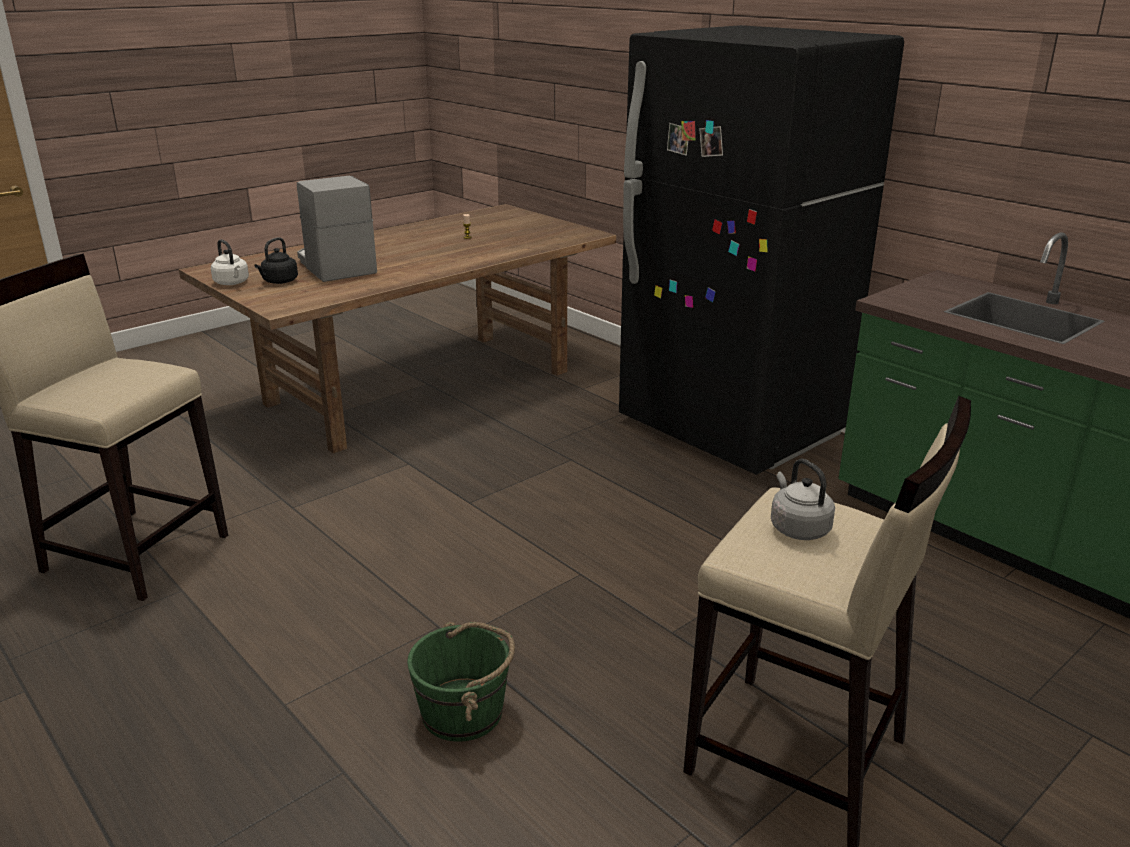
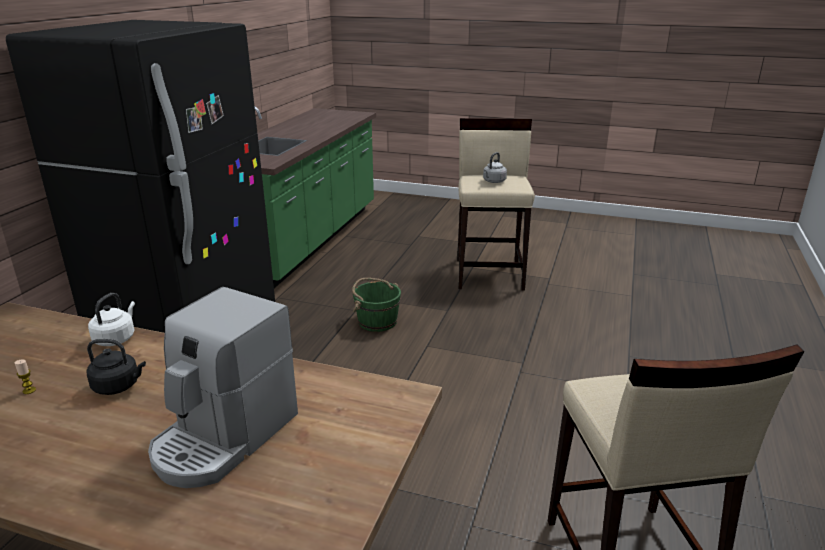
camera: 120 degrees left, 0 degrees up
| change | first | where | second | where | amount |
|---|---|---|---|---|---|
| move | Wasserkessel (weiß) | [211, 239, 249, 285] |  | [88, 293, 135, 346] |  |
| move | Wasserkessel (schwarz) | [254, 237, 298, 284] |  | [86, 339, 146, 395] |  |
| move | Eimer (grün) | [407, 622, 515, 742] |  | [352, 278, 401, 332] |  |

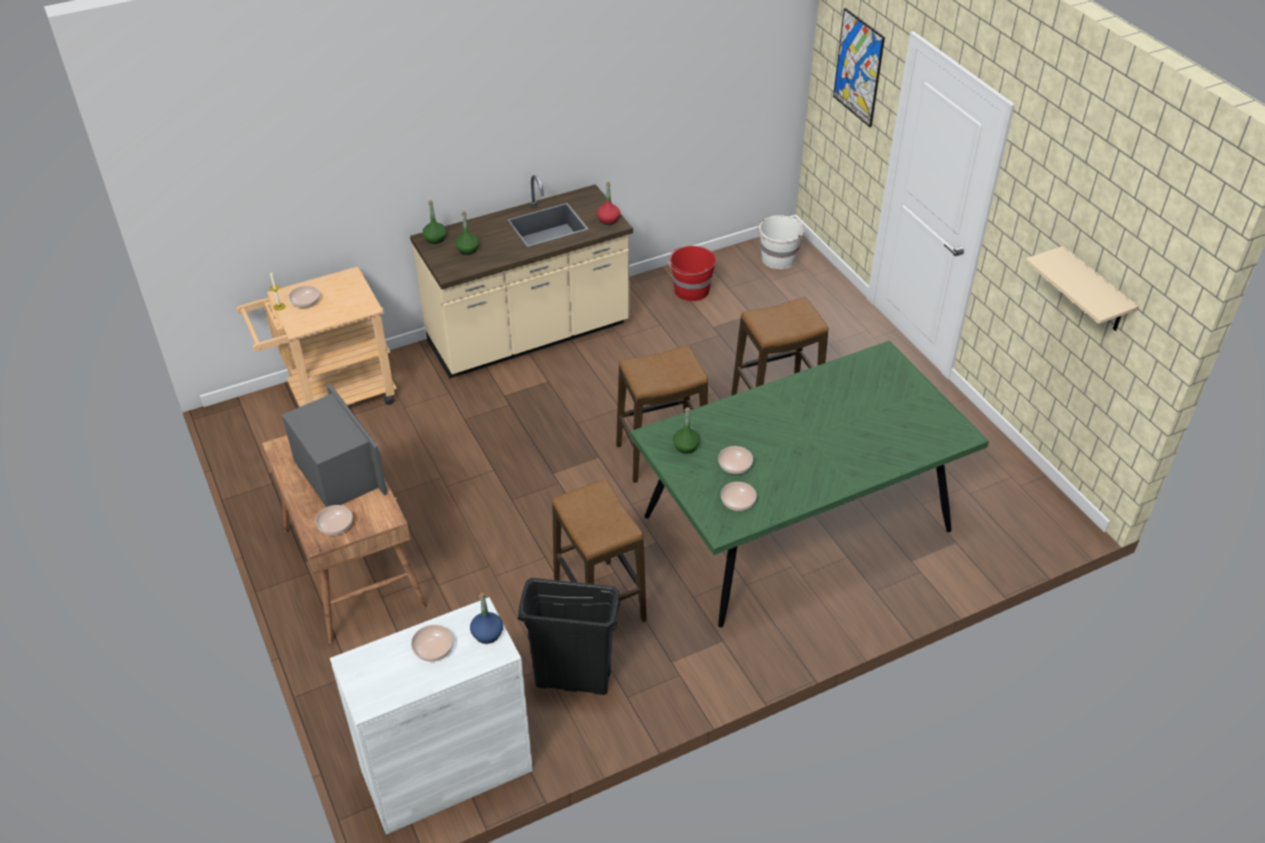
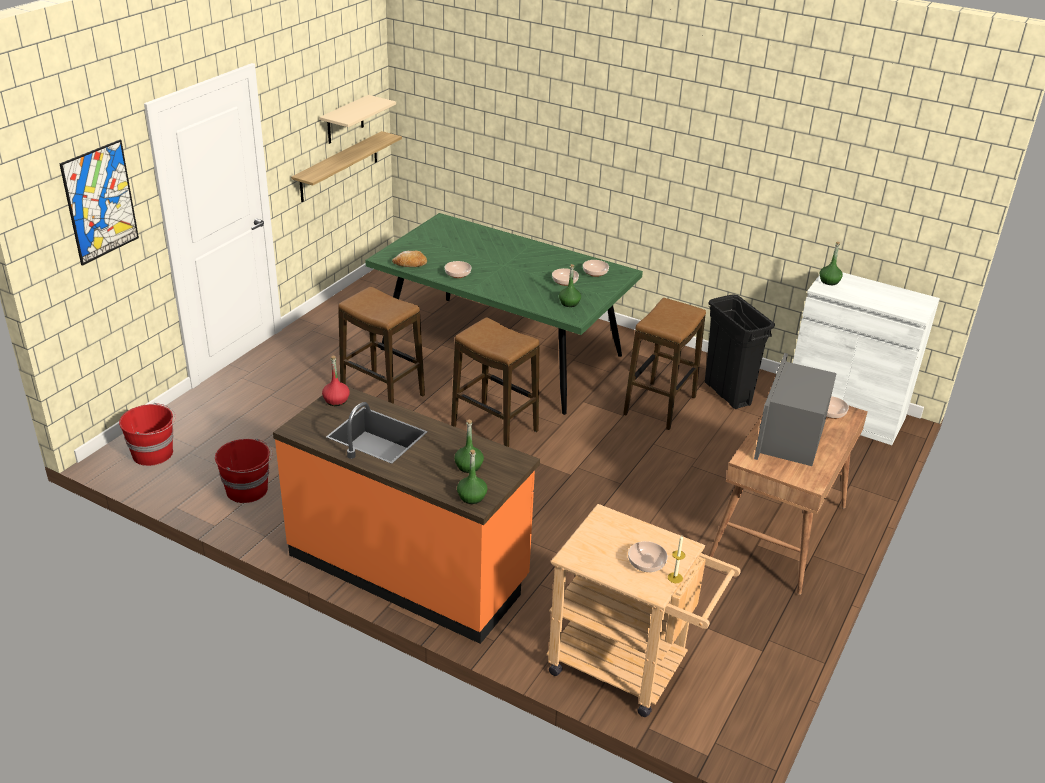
camera: 125 degrees left, 10 degrees down
| change | first | where | second | where | amount |
|---|---|---|---|---|---|
| recolor | Küchenzeile (beige) | [410, 175, 633, 379] | Küchenzeile (orange) | [273, 386, 540, 644] |  |
| move | Schüssel | [411, 625, 453, 662] |  | [445, 261, 471, 278] |  |
| recolor | Flasche (blau) | [470, 593, 503, 644] | Flasche (grün) | [820, 242, 843, 285] |  |
| recolor | Eimer (weiß) | [757, 215, 804, 269] | Eimer (rot) | [119, 403, 176, 466] |  |
| insert |  |  | Wandregal | [291, 131, 402, 202] |  |
| insert |  |  | Brot | [392, 251, 427, 267] |  |

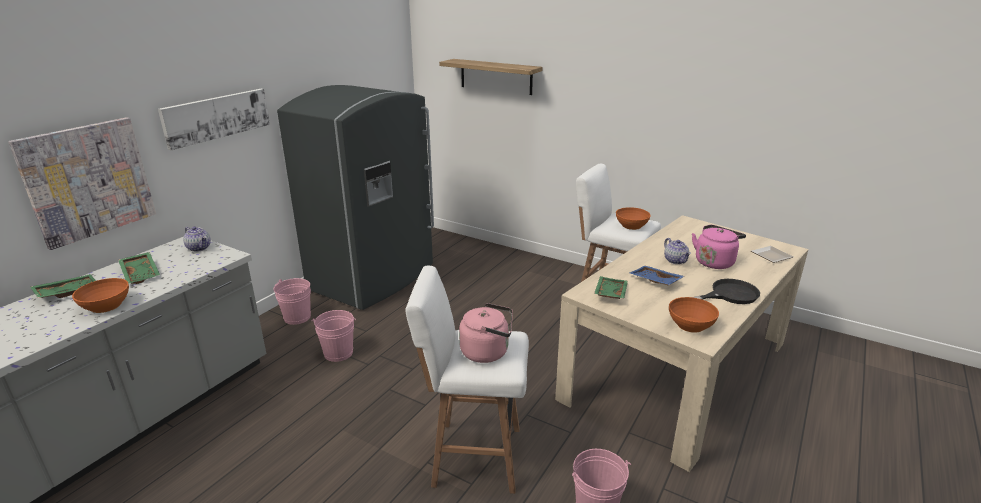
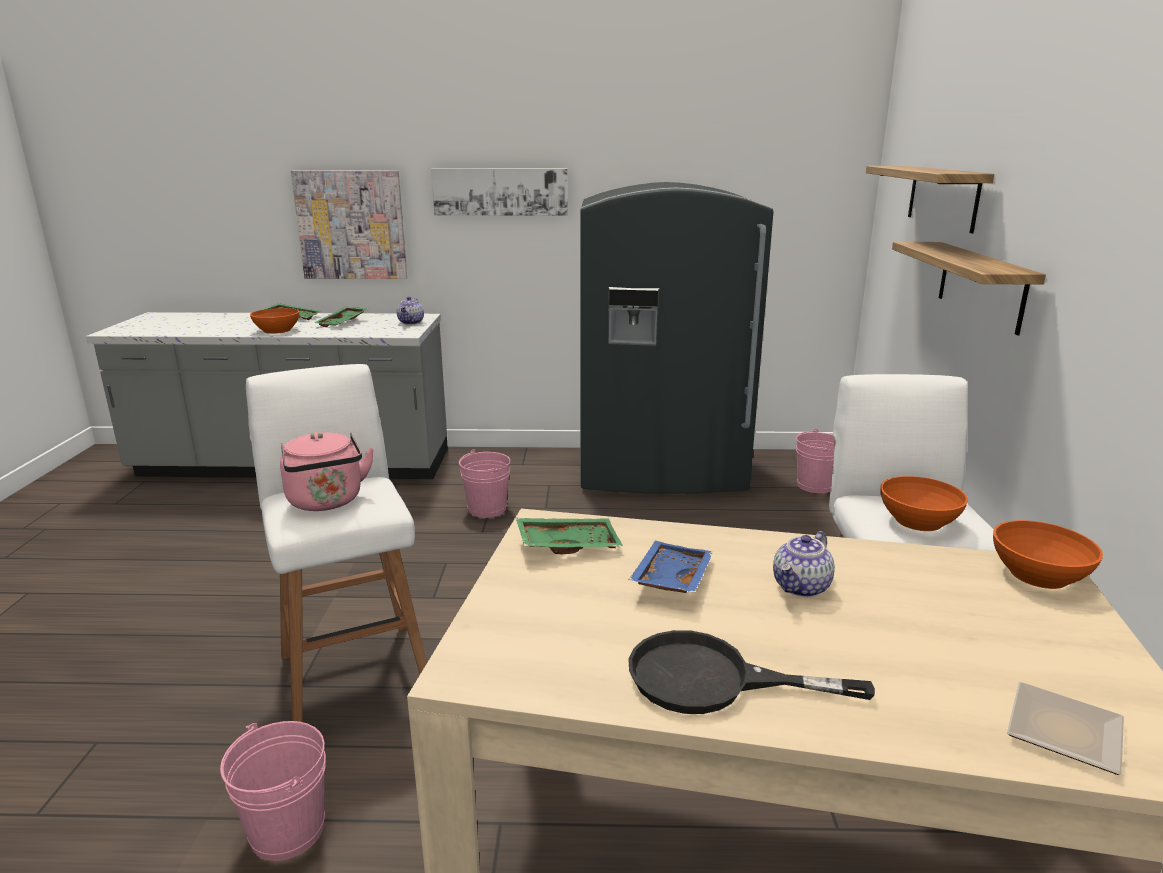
camera: 60 degrees right, 5 degrees down
| change | first | where | second | where | amount |
|---|---|---|---|---|---|
| move | Eimer (rosa) | [274, 278, 311, 325] |  | [796, 429, 835, 493] |  |
| move | Schüssel (orange) | [669, 297, 719, 333] |  | [993, 520, 1103, 589] |  |
| delete | Wasserkessel (rosa) | [692, 225, 746, 269] |  |  |  |
| rotate | Pfanne (schwarz) | [693, 279, 760, 304] |  | [628, 630, 875, 714] | 150 degrees clockwise |
| insert |  |  | Wandregal | [892, 242, 1046, 335] |  |

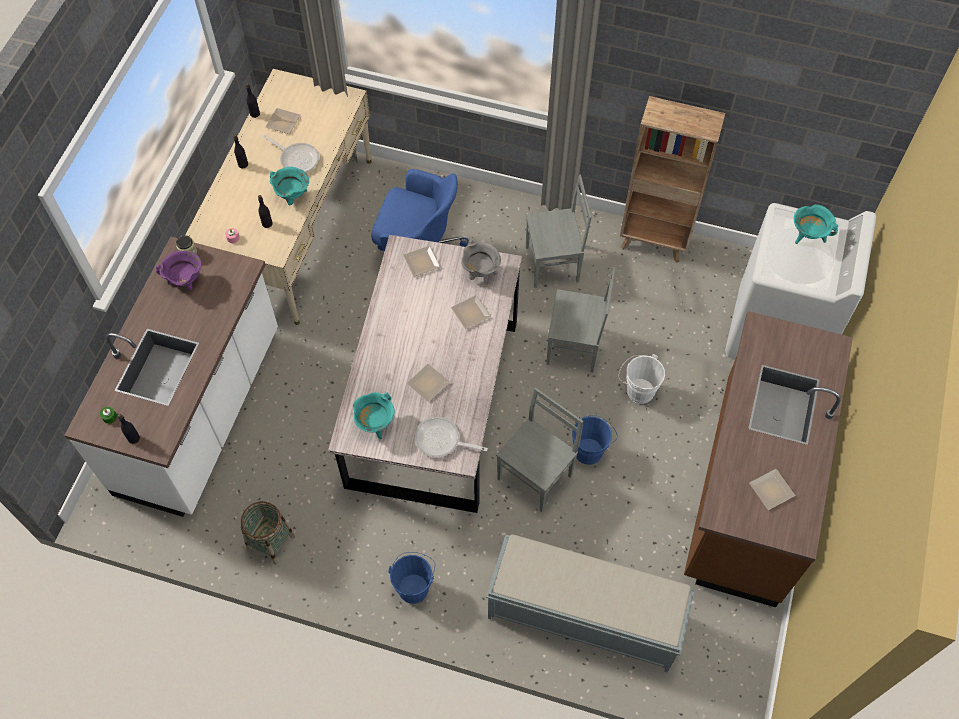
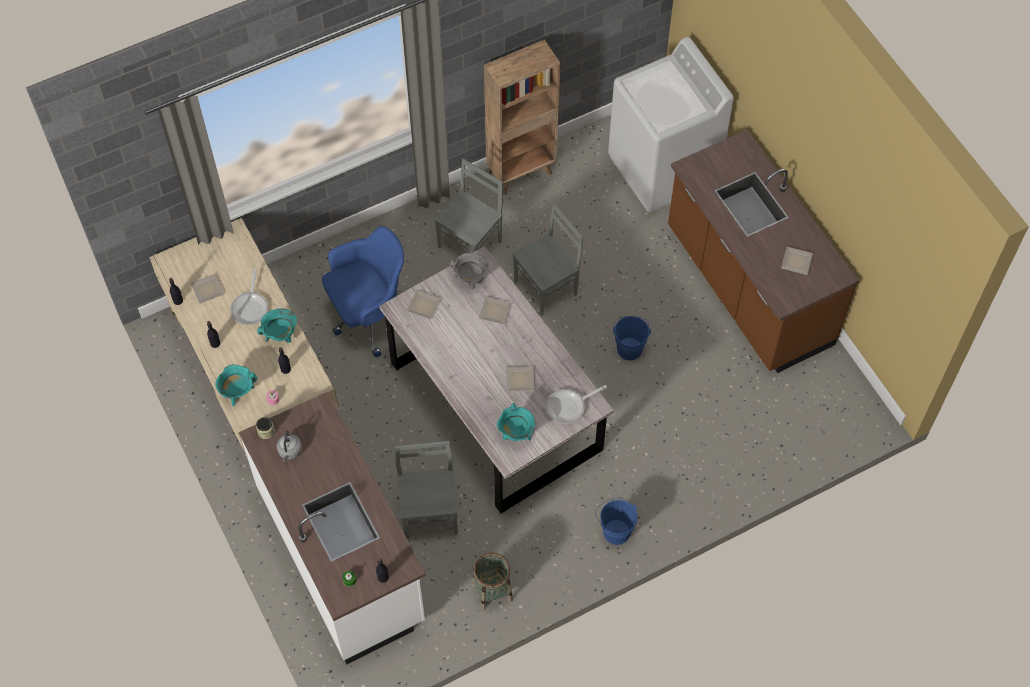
camera: 45 degrees left, 0 degrees up
| change | first | where | second | where | amount |
|---|---|---|---|---|---|
| replace | Kochtopf (lila) | [156, 250, 202, 291] | Wasserkessel (grau) | [277, 431, 302, 462] |  |
| rotate | Pfanne | [262, 134, 319, 173] |  | [230, 268, 268, 325] | 105 degrees clockwise |
| delete | Bank (grau) | [486, 535, 695, 672] |  |  |  |
| move | Stuhl (grau) | [496, 388, 583, 512] |  | [395, 441, 458, 539] |  |
| delete | Eimer (weiß) | [619, 354, 665, 404] |  |  |  |
| move | Kochtopf (türkis) | [794, 204, 838, 244] |  | [215, 365, 257, 406] |  |

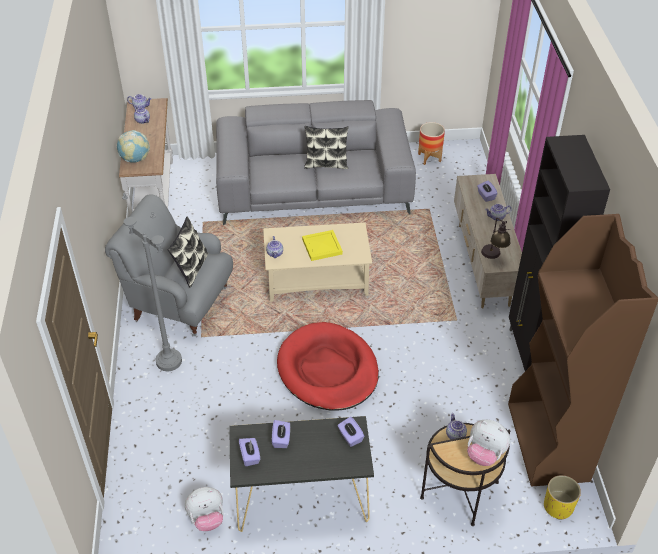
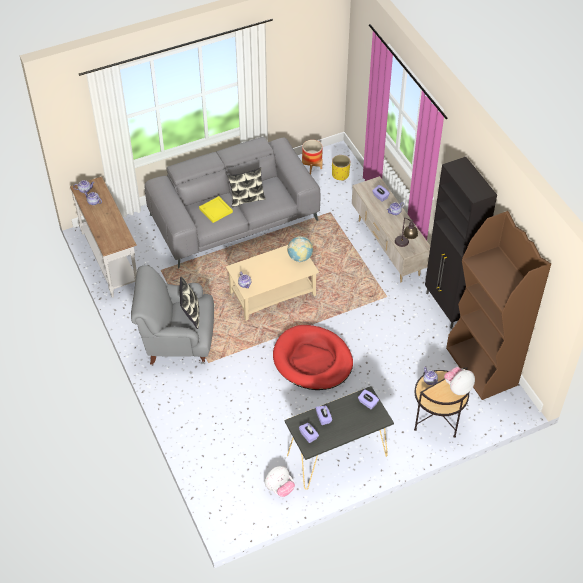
camera: 20 degrees left, 5 degrees up
| change | first | where | second | where | amount |
|---|---|---|---|---|---|
| move | Globus | [117, 130, 150, 163] |  | [287, 236, 313, 262] |  |
| delete | Stehlampe (grau) | [122, 193, 182, 371] |  |  |  |
| move | Tablett (gelb) | [302, 230, 343, 261] |  | [199, 196, 233, 223] |  |
| rotate | Plüschtier | [467, 420, 510, 466] |  | [444, 367, 475, 395] | 135 degrees clockwise |
| move | Pflanzkübel (gelb) | [544, 475, 581, 520] |  | [332, 155, 350, 181] |  |

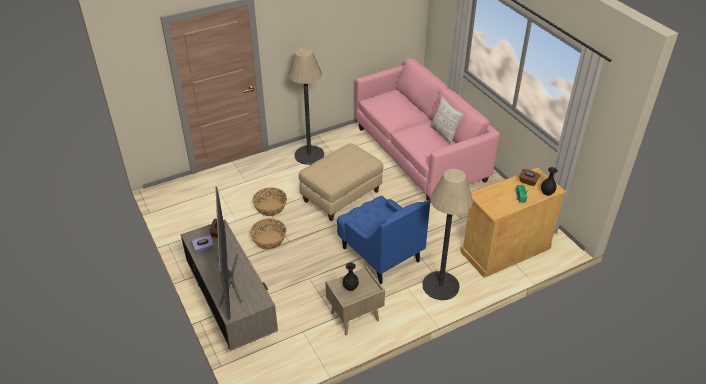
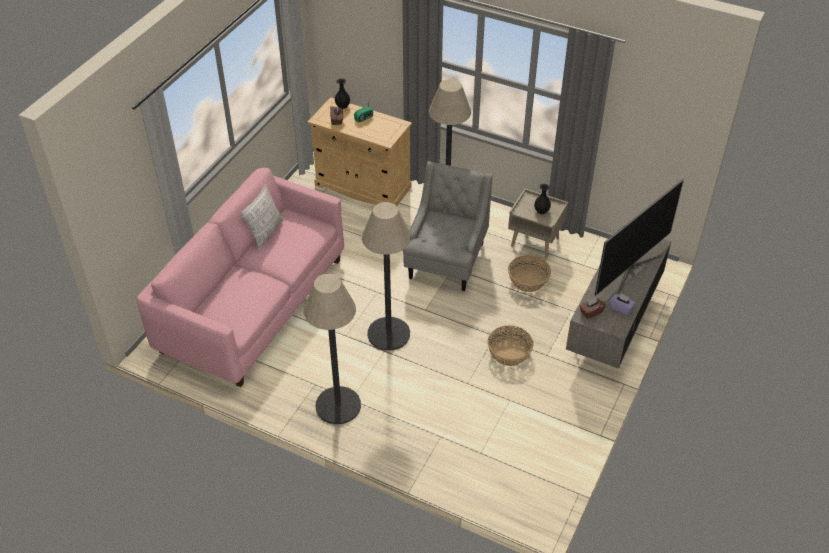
camera: 125 degrees left, 5 degrees up
| change | first | where | second | where | amount |
|---|---|---|---|---|---|
| move | Korb | [252, 188, 287, 216] |  | [508, 255, 551, 292] |  |
| replace | Polsterhocker (beige) | [299, 143, 383, 221] | Stehlampe | [362, 202, 411, 350] |  |
| recolor | Sessel (blau) | [337, 195, 430, 284] | Sessel (grau) | [403, 161, 492, 291] |  |

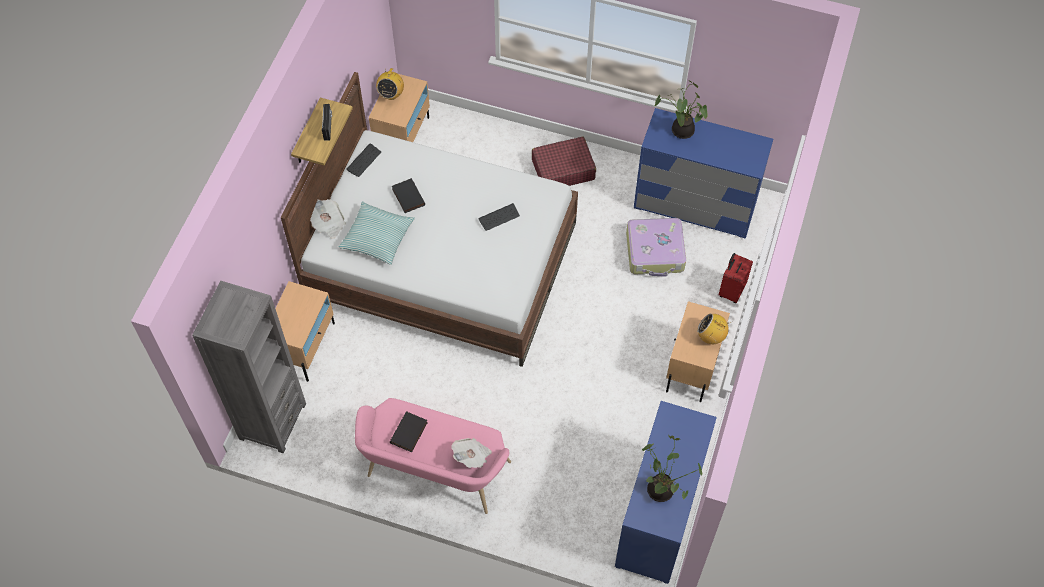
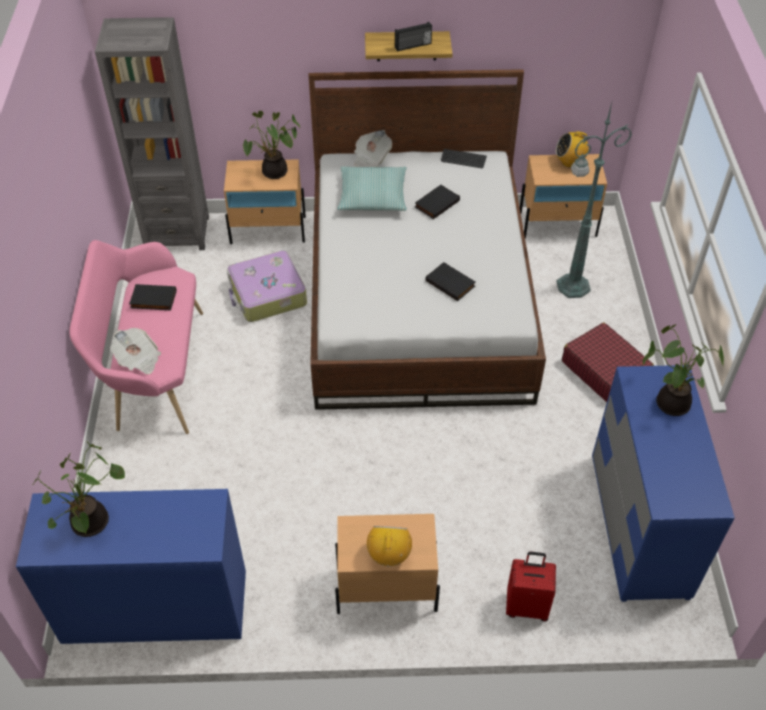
camera: 70 degrees right, 10 degrees down
| change | first | where | second | where | amount |
|---|---|---|---|---|---|
| replace | Tastatur | [478, 203, 520, 231] | Buch (schwarz) | [425, 262, 476, 301] |  |
| move | Koffer | [626, 218, 686, 277] |  | [227, 251, 307, 322] |  |
| insert |  |  | Topfpflanze | [243, 111, 300, 179] |  |
| insert |  |  | Stehlampe (grün) | [556, 102, 632, 298] |  |

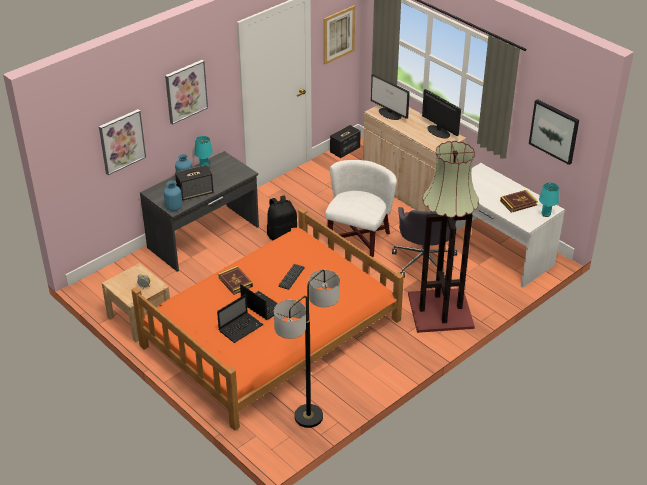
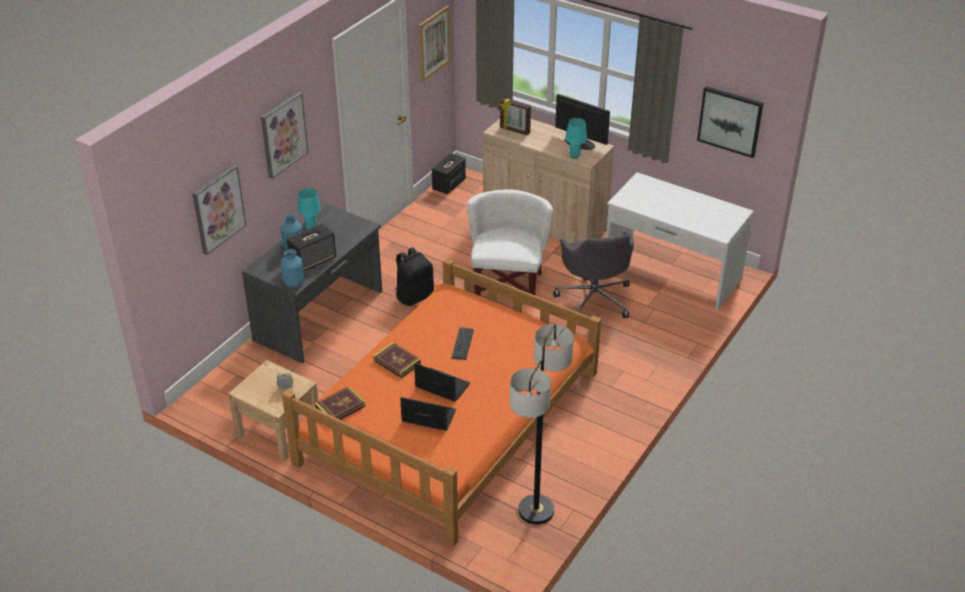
camera: 15 degrees left, 0 degrees up
| change | first | where | second | where | amount |
|---|---|---|---|---|---|
| rotate | Laptop | [217, 294, 263, 343] |  | [400, 397, 456, 431] | 105 degrees counterclockwise |
| replace | Monitor | [371, 74, 410, 120] | Bilderrahmen | [500, 98, 531, 135] |  |
| delete | Stehlampe | [408, 141, 479, 333] |  |  |  |
| move | Buch | [500, 190, 538, 213] |  | [315, 386, 366, 420] |  |
| move | Tischlampe (türkis) | [539, 183, 559, 217] |  | [565, 118, 587, 158] |  |

